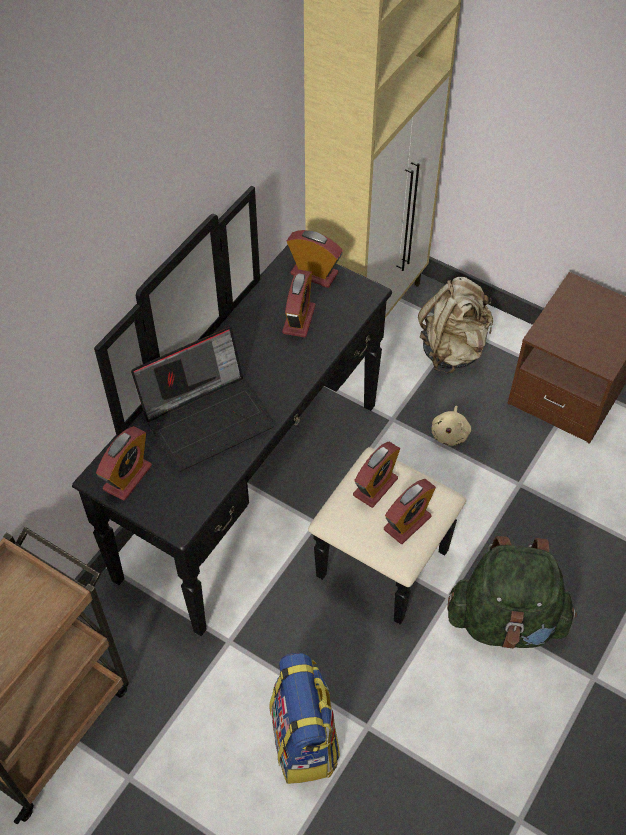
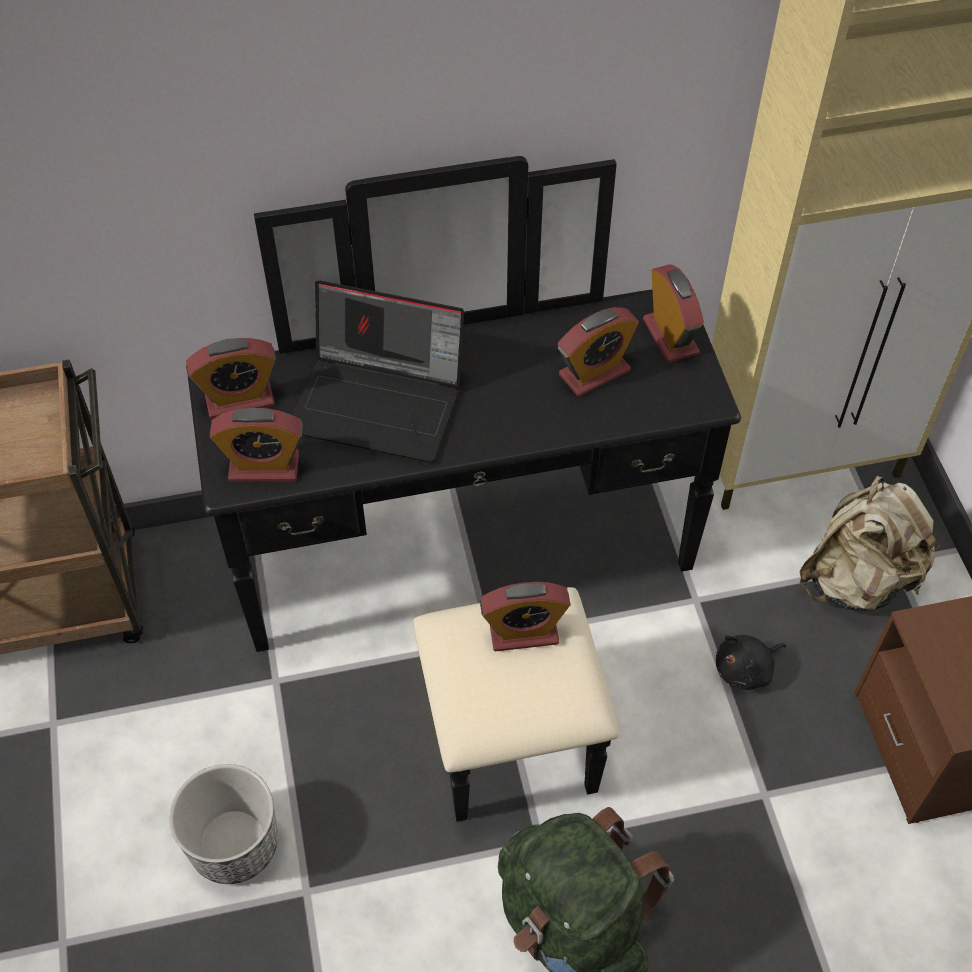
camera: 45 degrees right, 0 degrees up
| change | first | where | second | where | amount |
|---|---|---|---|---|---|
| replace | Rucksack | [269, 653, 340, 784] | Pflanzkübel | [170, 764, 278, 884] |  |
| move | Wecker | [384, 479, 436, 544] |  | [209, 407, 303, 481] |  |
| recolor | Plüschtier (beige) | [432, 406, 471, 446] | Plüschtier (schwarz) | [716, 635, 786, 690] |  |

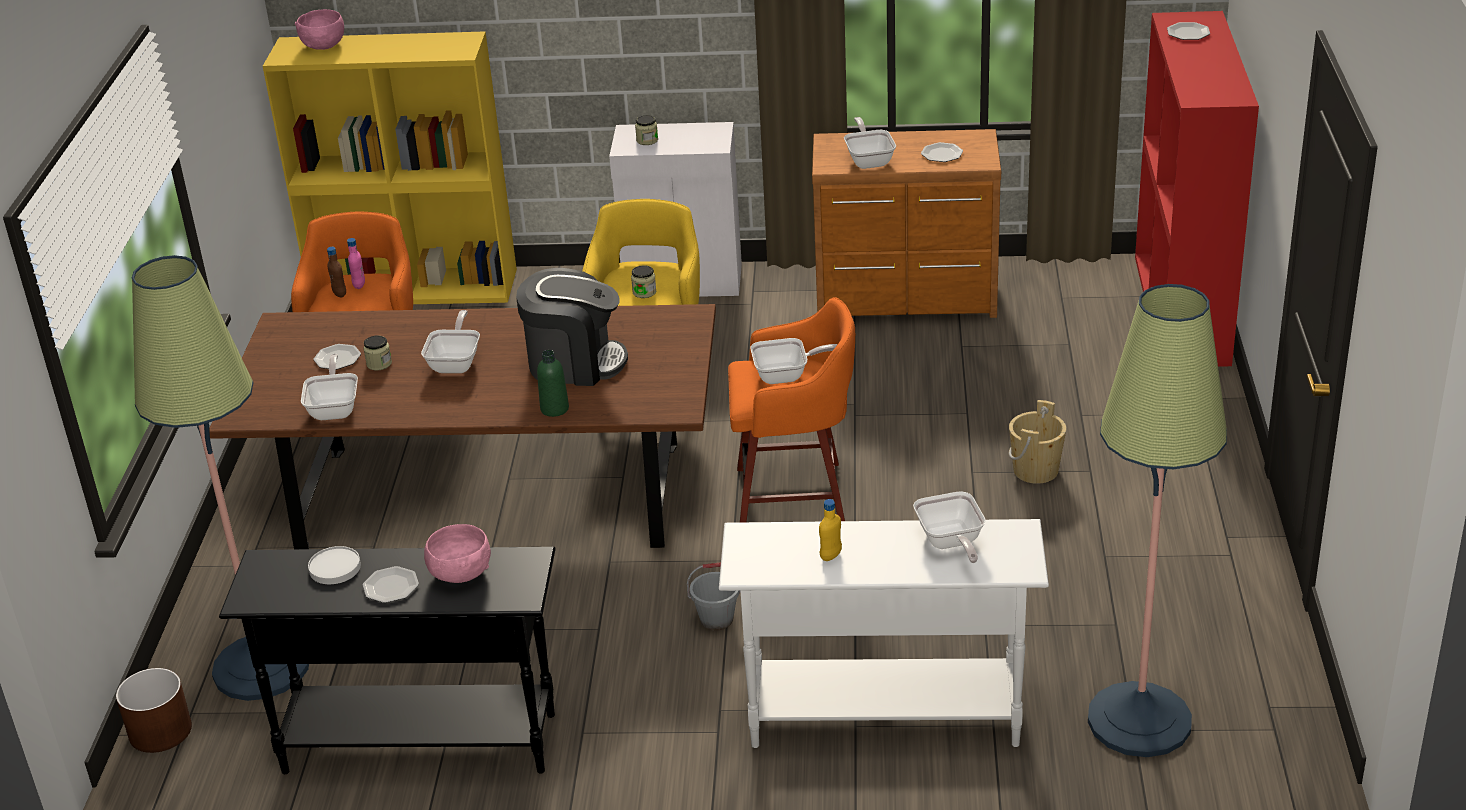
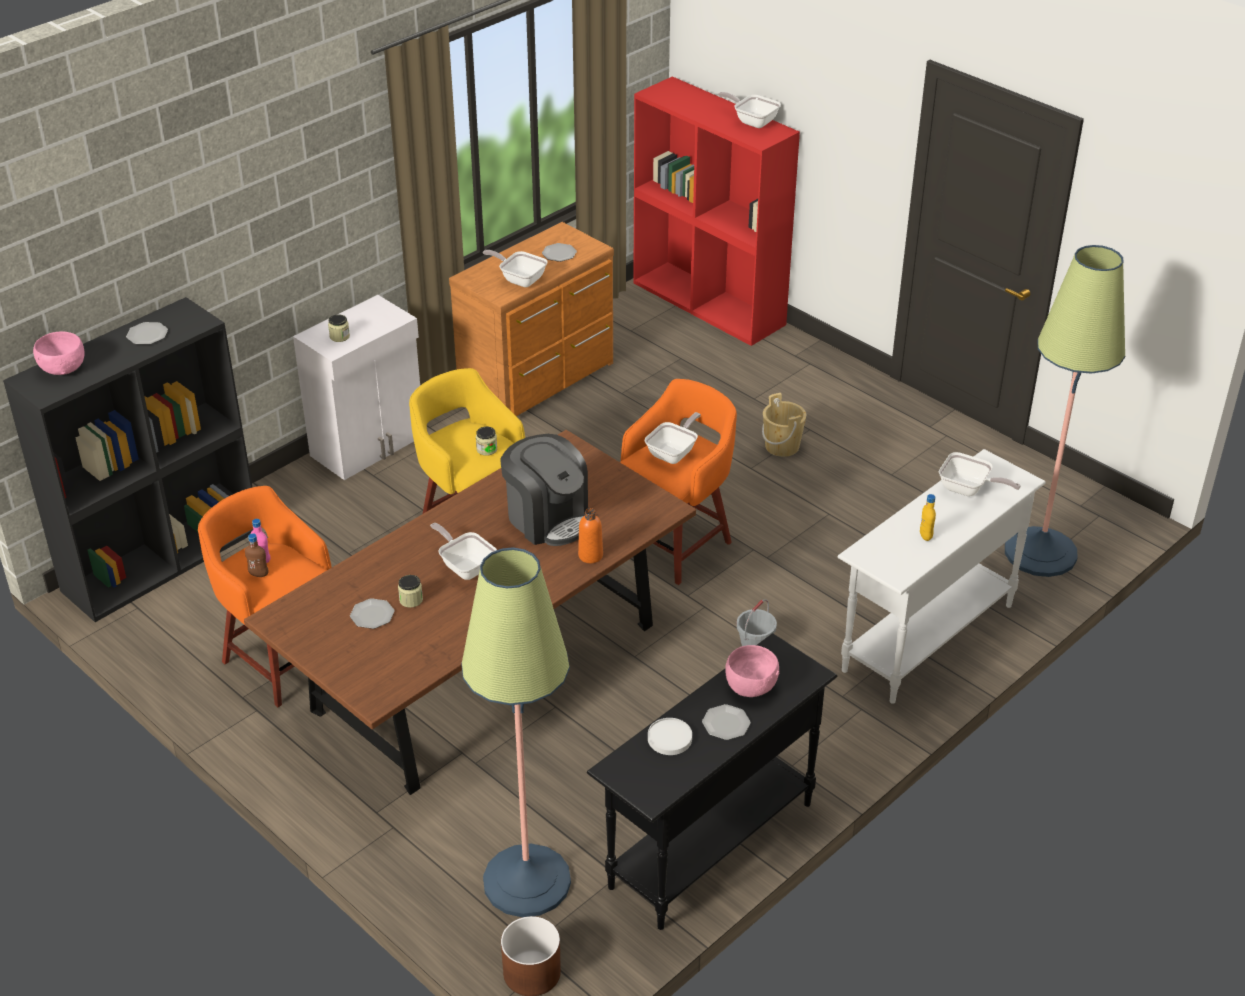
camera: 50 degrees left, 5 degrees up
| change | first | where | second | where | amount |
|---|---|---|---|---|---|
| recolor | Bücherregal (gelb) | [263, 31, 517, 304] | Bücherregal (schwarz) | [3, 297, 253, 622] |  |
| move | Pfanne | [301, 354, 358, 420] |  | [718, 92, 781, 128] |  |
| rotate | Kaffeemaschine | [516, 268, 628, 386] |  | [500, 434, 588, 546] | 90 degrees clockwise |
| recolor | Flasche (grün) | [537, 350, 569, 417] | Flasche (orange) | [578, 508, 603, 563] |  |
| move | Teller | [1167, 22, 1210, 40] |  | [126, 322, 168, 345] |  |

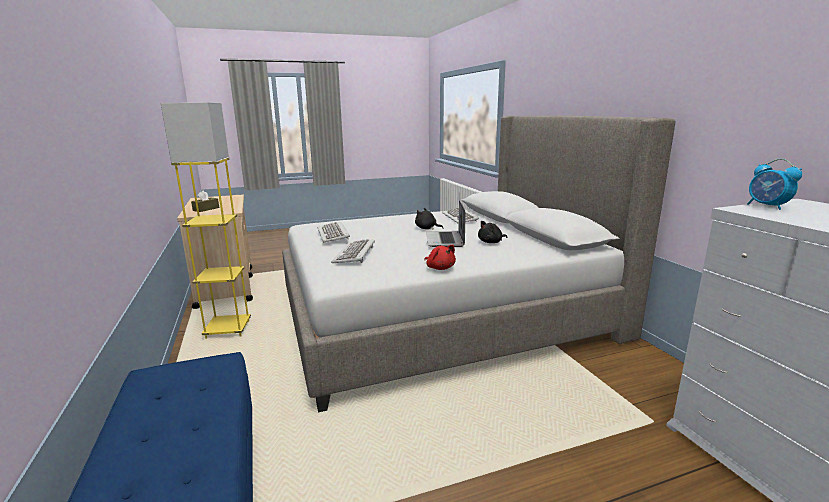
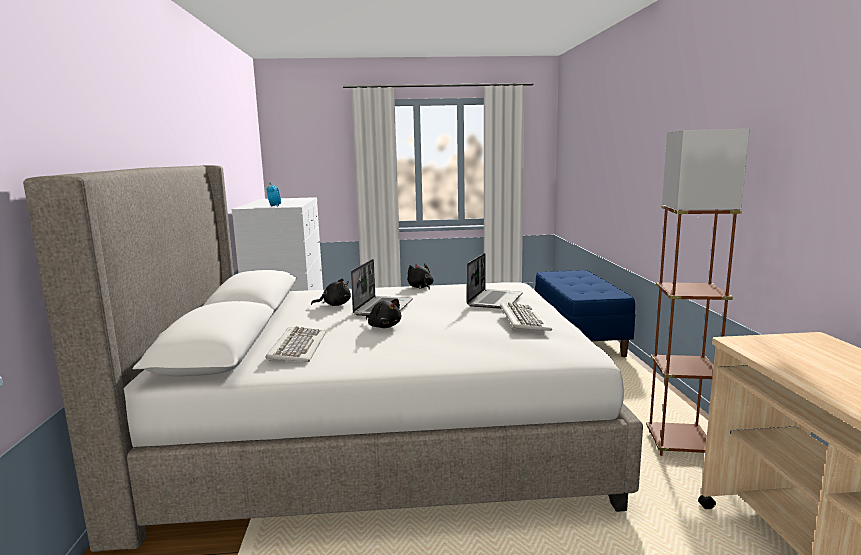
camera: 165 degrees left, 5 degrees down
| change | first | where | second | where | amount |
|---|---|---|---|---|---|
| recolor | Stehlampe (gelb) | [161, 103, 251, 339] | Stehlampe (braun) | [646, 129, 750, 456] |  |
| delete | Taschentuchbox (braun) | [191, 190, 219, 212] |  |  |  |
| replace | Tastatur | [331, 239, 375, 263] | Laptop | [467, 253, 523, 309] |  |
| recolor | Plüschtier (rot) | [424, 245, 456, 270] | Plüschtier (schwarz) | [407, 263, 434, 290] |  |

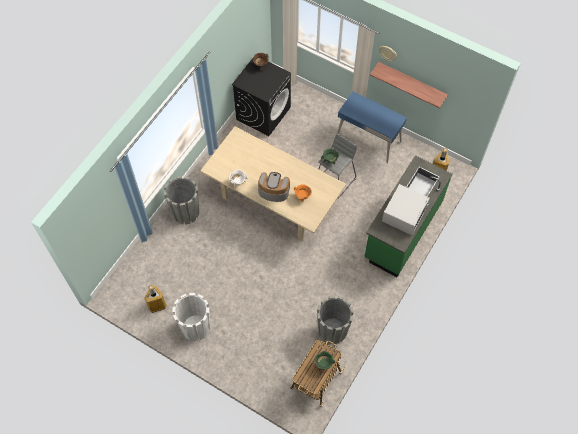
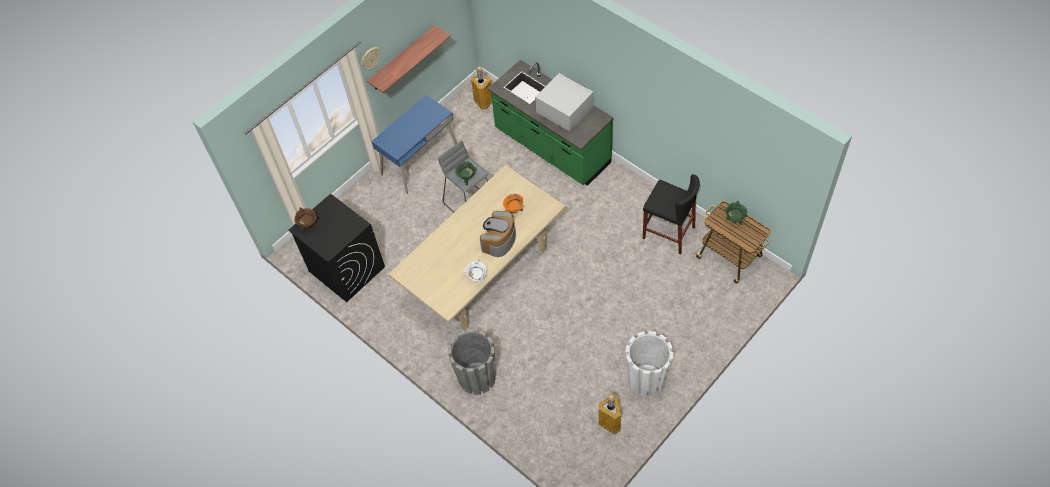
camera: 75 degrees left, 5 degrees down
| change | first | where | second | where | amount |
|---|---|---|---|---|---|
| replace | Pflanzkübel (grau) | [317, 296, 354, 344] | Hocker (schwarz) | [643, 174, 700, 254] |  |

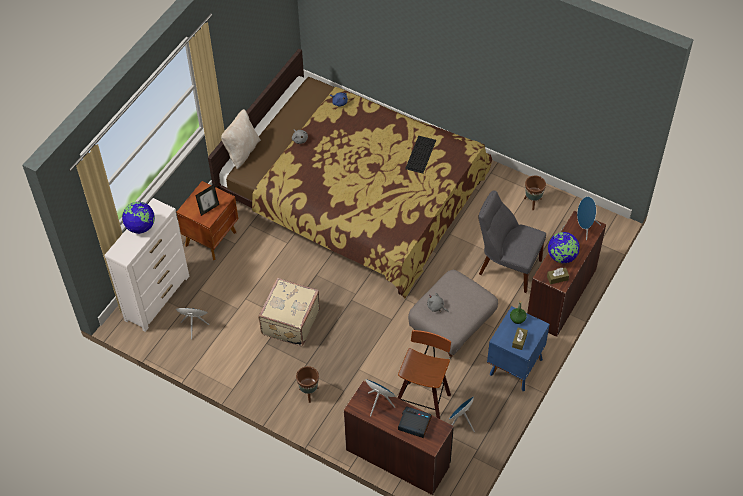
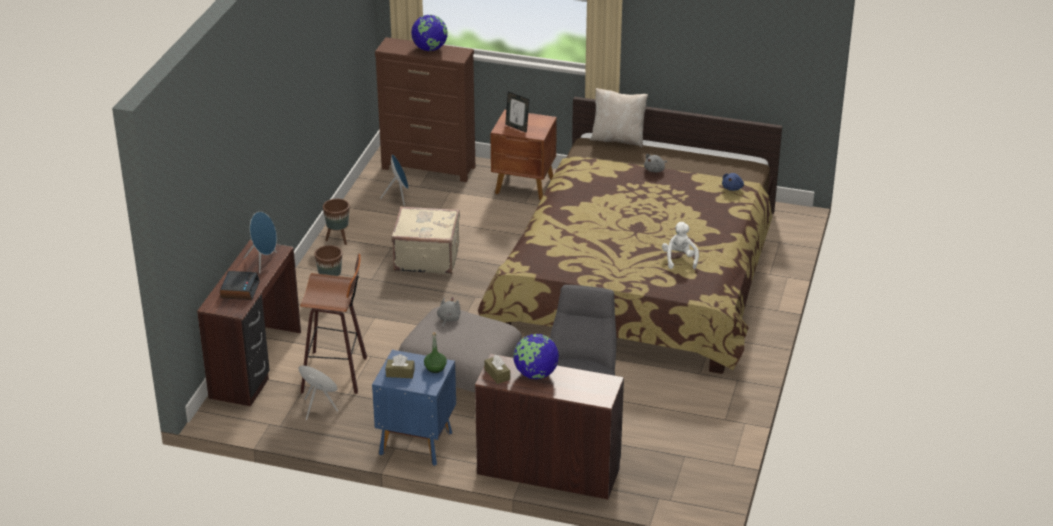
camera: 75 degrees right, 20 degrees down
| change | first | where | second | where | amount |
|---|---|---|---|---|---|
| recolor | Kommode (weiß) | [104, 198, 189, 332] | Kommode (braun) | [375, 37, 475, 182] |  |
| replace | Tastatur | [405, 136, 436, 174] | Plüschtier (weiß) | [662, 222, 699, 269] |  |
| move | Pflanzkübel (braun) | [524, 176, 546, 210] |  | [323, 199, 350, 245] |  |
| delete | Lautsprecher (blau) | [577, 196, 601, 240] |  |  |  |

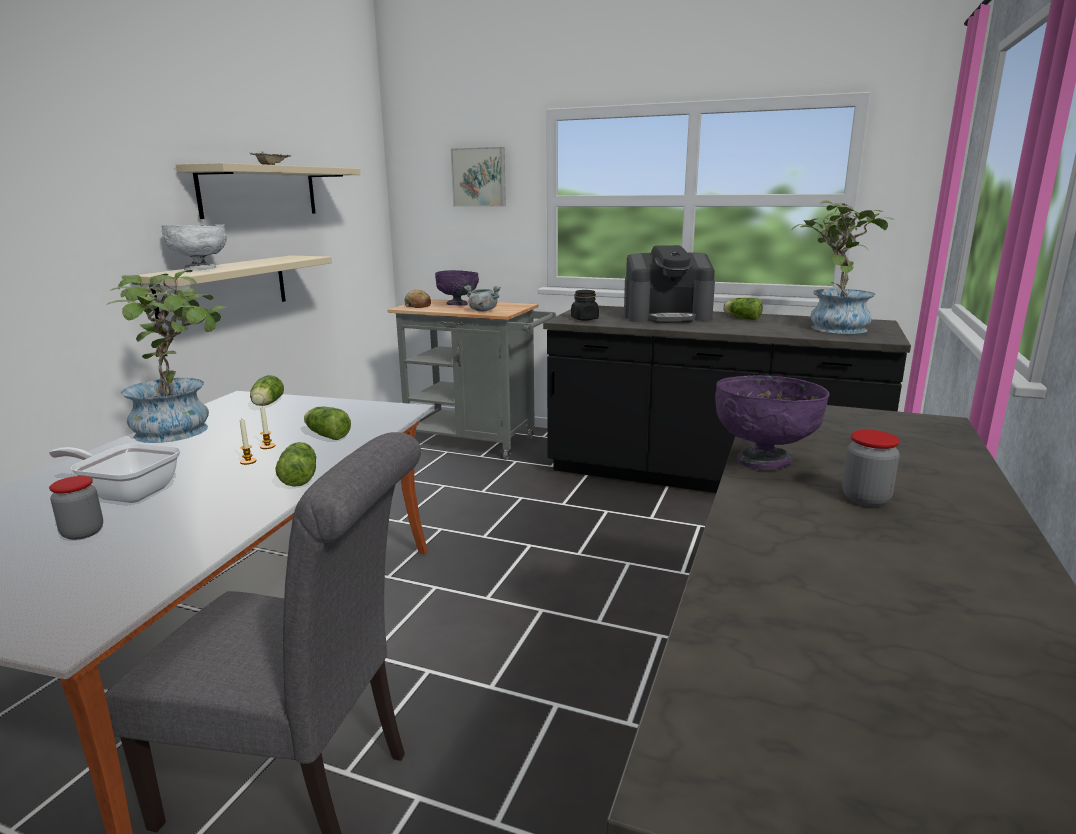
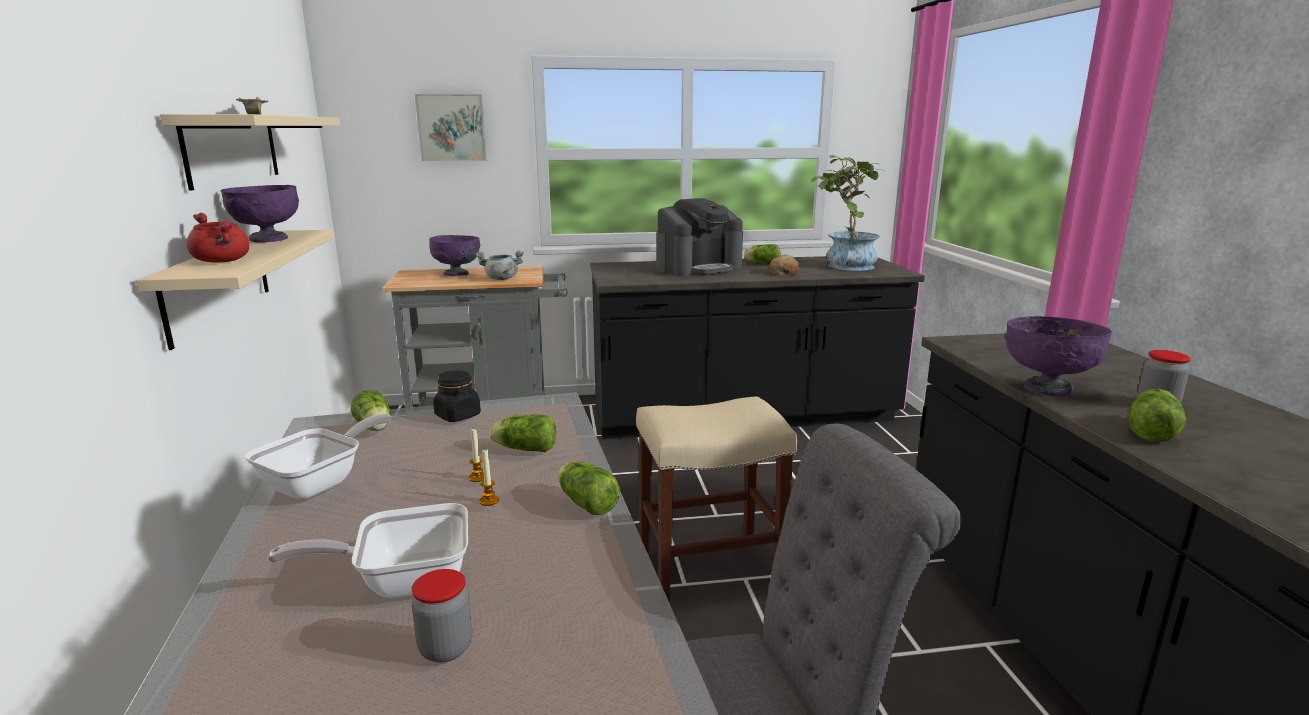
camera: 30 degrees left, 0 degrees up
| change | first | where | second | where | amount |
|---|---|---|---|---|---|
| replace | Topfpflanze | [106, 270, 226, 443] | Pfanne | [245, 414, 392, 500] |  |
| replace | Schüssel (weiß) | [161, 224, 227, 271] | Kochtopf (rot) | [186, 213, 249, 263] |  |
| move | Brot | [404, 290, 431, 308] |  | [769, 254, 800, 275] |  |
| move | Vorratsglas (schwarz) | [571, 290, 599, 320] |  | [433, 370, 481, 422] |  |
| insert |  |  | Schüssel (lila) | [221, 185, 299, 242] |  |
| insert |  |  | Hocker (beige) | [636, 396, 797, 603] |  |
| insert |  |  | Salatkopf | [1129, 389, 1186, 442] |  |

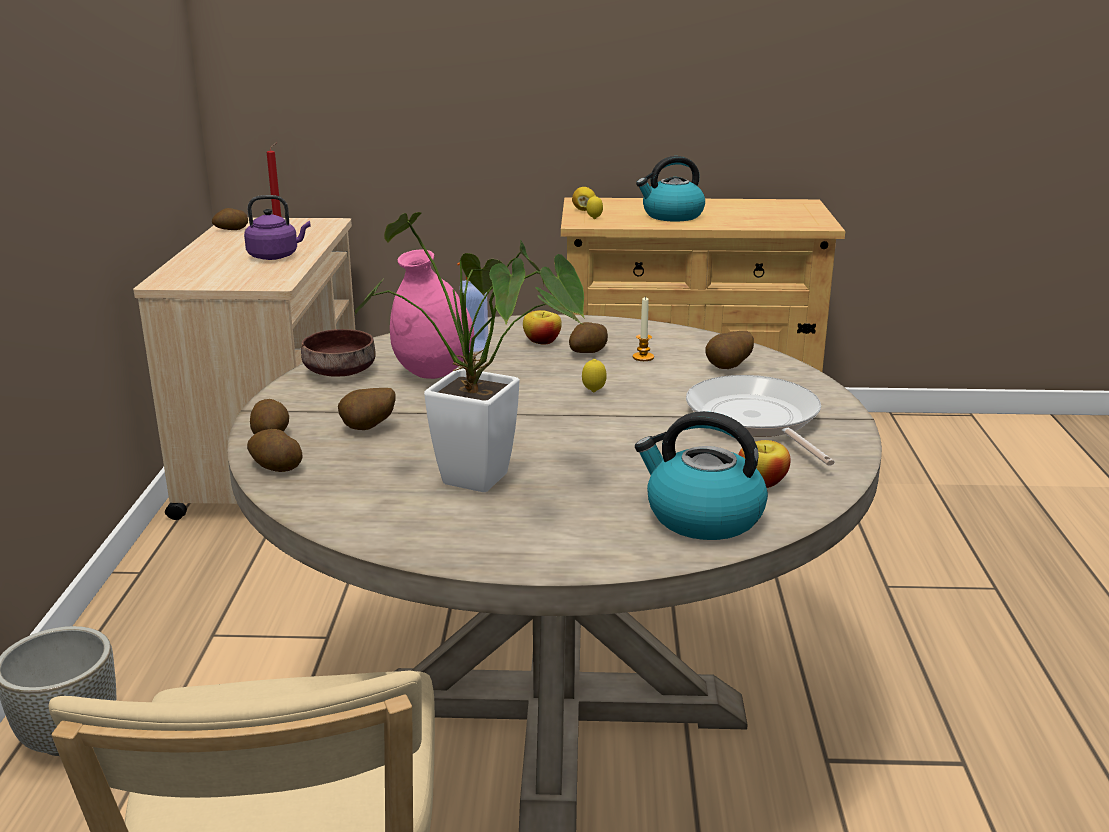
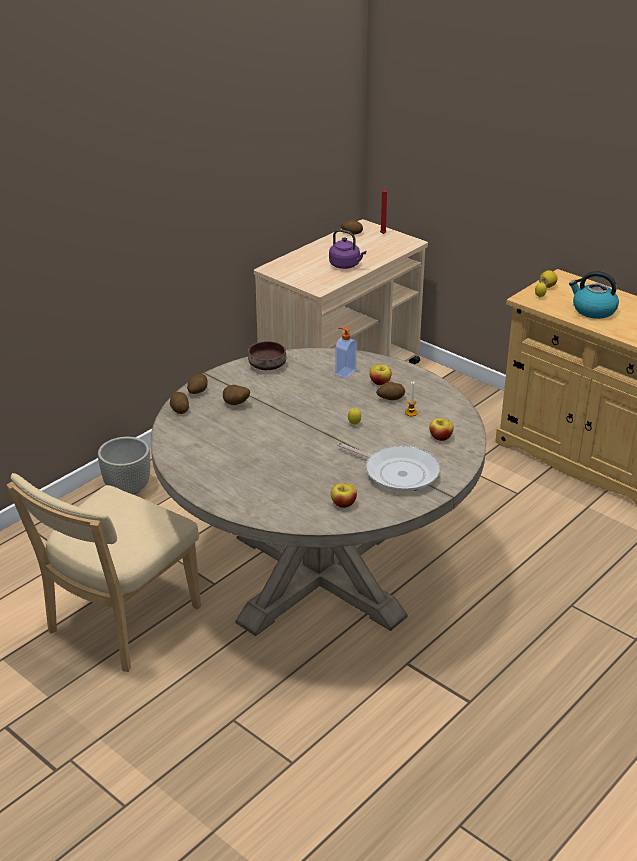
camera: 40 degrees right, 10 degrees up
| change | first | where | second | where | amount |
|---|---|---|---|---|---|
| delete | Topfpflanze | [355, 212, 585, 492] |  |  |  |
| delete | Vase (rosa) | [390, 249, 474, 379] |  |  |  |
| delete | Wasserkessel | [635, 411, 768, 540] |  |  |  |
| rotate | Pfanne | [686, 375, 835, 466] |  | [337, 442, 440, 492] | 105 degrees clockwise |
| replace | Kartoffel | [705, 331, 754, 369] | Apfel | [429, 418, 454, 441] |  |

